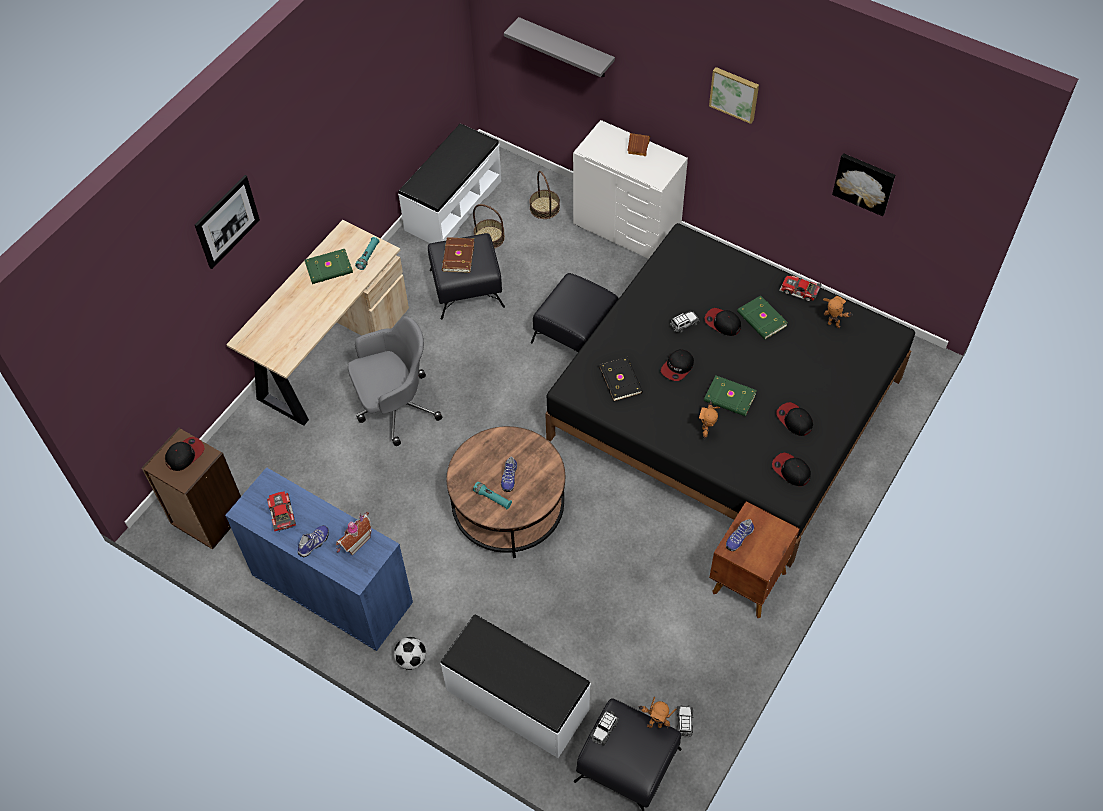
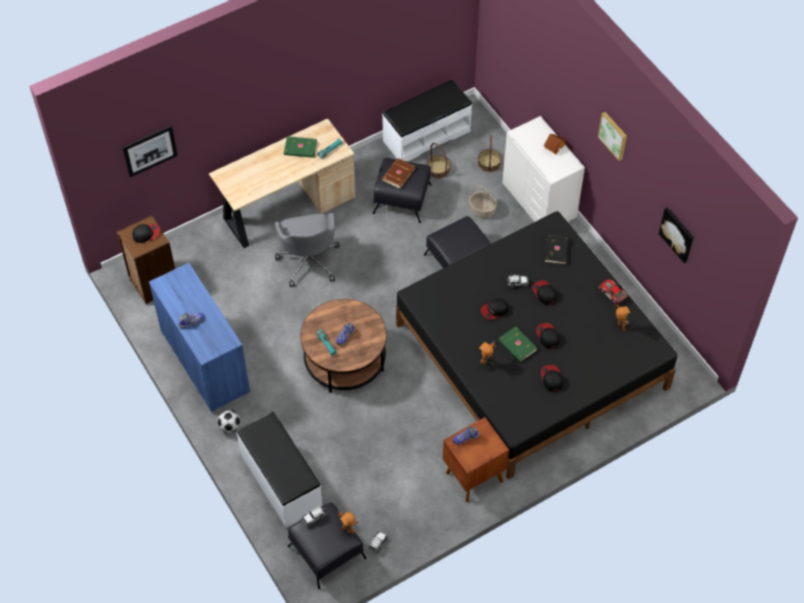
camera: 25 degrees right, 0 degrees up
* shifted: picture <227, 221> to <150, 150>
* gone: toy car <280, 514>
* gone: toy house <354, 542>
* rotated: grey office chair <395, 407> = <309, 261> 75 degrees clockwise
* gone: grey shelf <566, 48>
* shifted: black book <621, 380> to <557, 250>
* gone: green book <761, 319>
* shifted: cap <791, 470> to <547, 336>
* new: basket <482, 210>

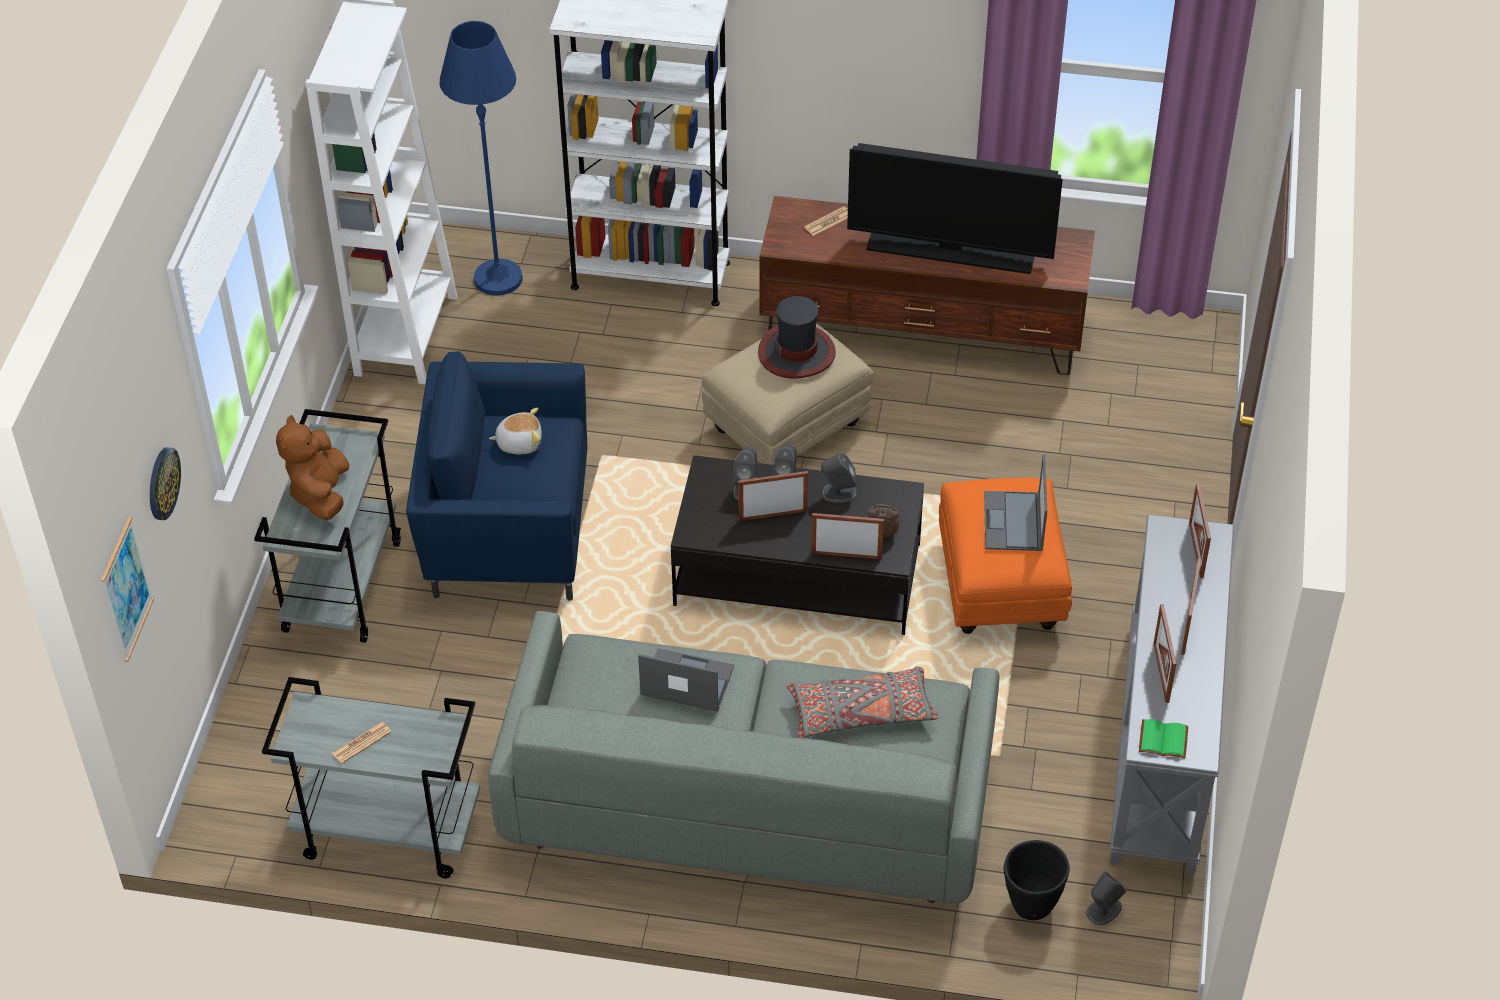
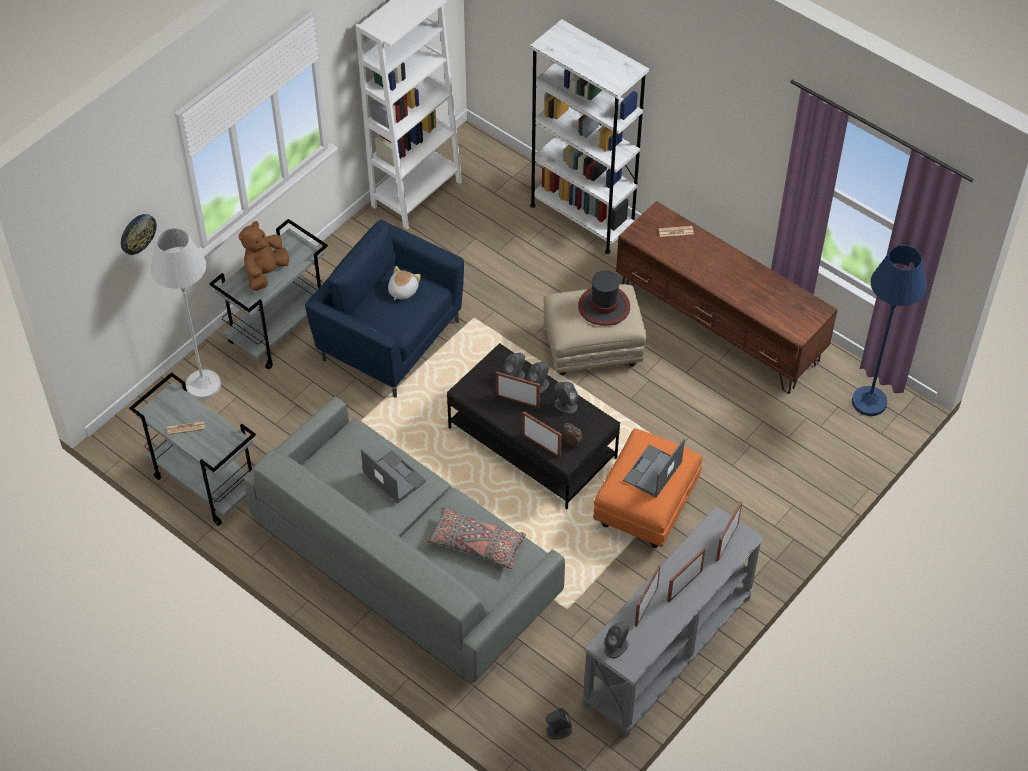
camera: 30 degrees right, 5 degrees up
* gone: picture <126, 589>
* shifted: blue floor lamp <498, 278> to <869, 402>
* rotated: plush toy <519, 442> = <402, 290> 90 degrees counterclockwise
* gone: television <951, 252>
* gone: black planter <1031, 905>
* swapped: green book <1164, 739> to grey speaker <616, 647>
* new: white floor lamp <203, 385>

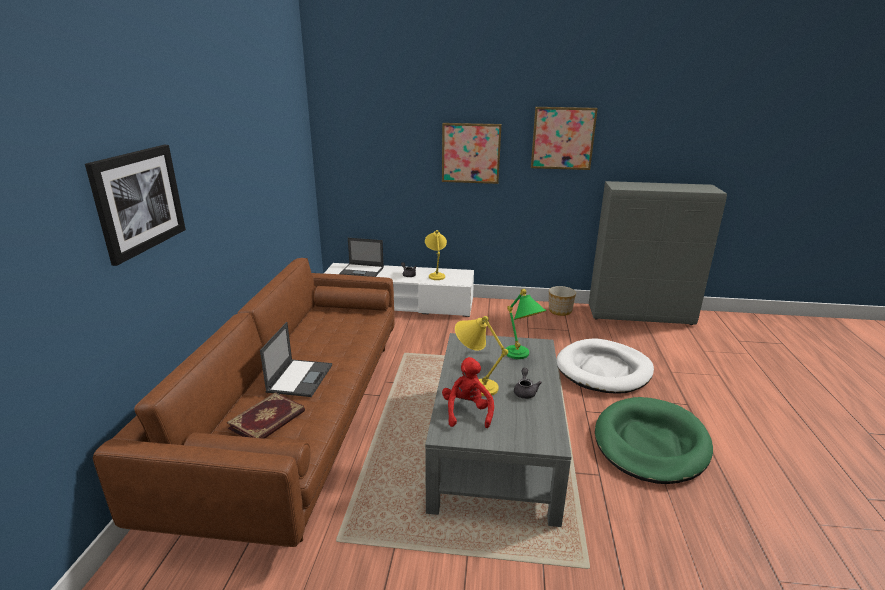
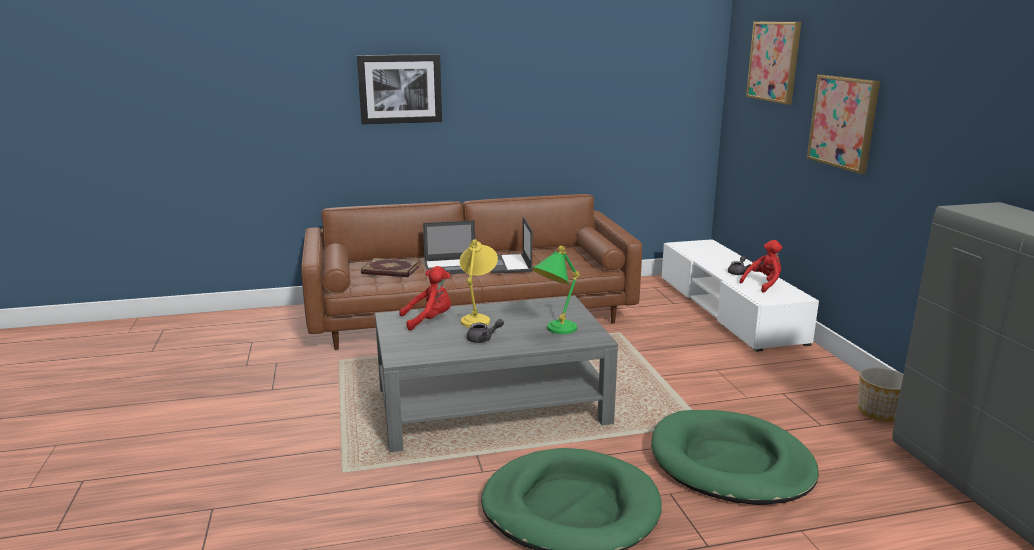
camera: 70 degrees right, 5 degrees down
* shifted: laptop <362, 271> to <508, 264>
* swapped: yellow table lamp <436, 274> to red plush toy <763, 284>
* shifted: picture <562, 138> to <774, 61>
* repainted: white dog bed <604, 370> to green dog bed <730, 463>

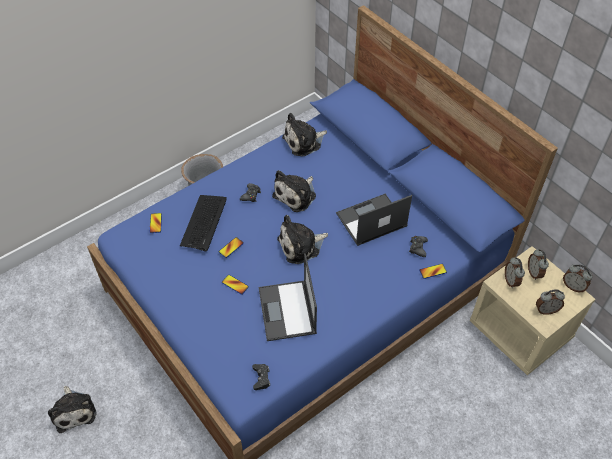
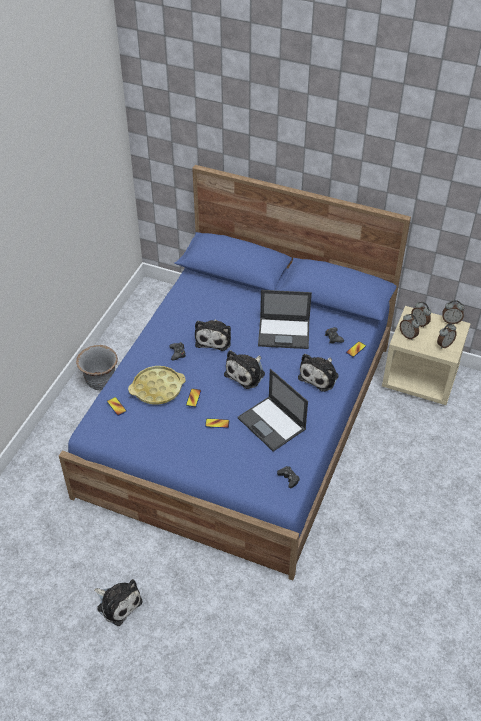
camera: 30 degrees left, 5 degrees down
* swapped: keyboard <204, 222> to yellow tray <157, 388>
* shifted: plush toy <304, 142> to <320, 376>
* rotated: laptop <370, 220> = <284, 333> 120 degrees counterclockwise

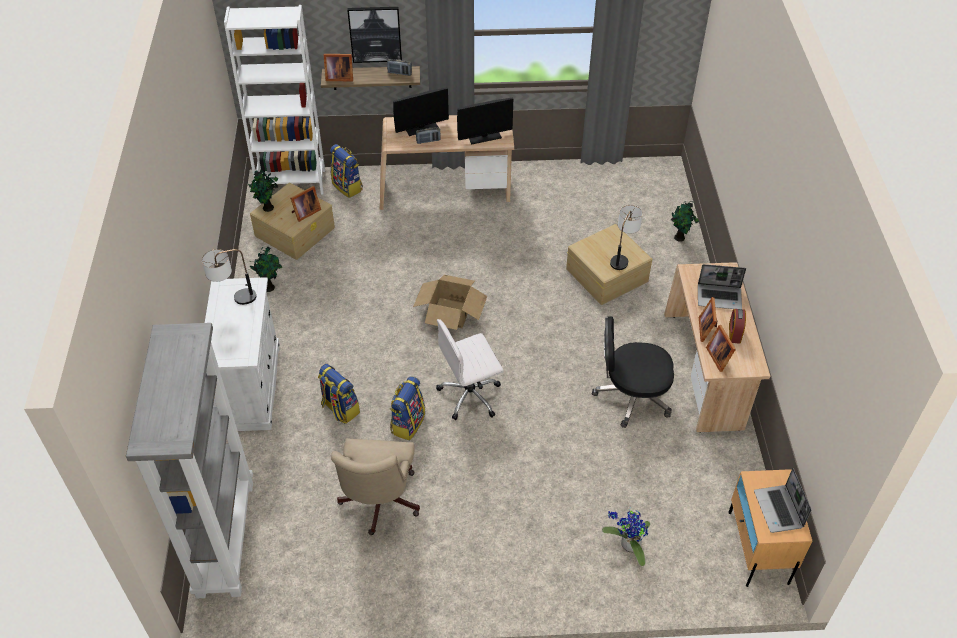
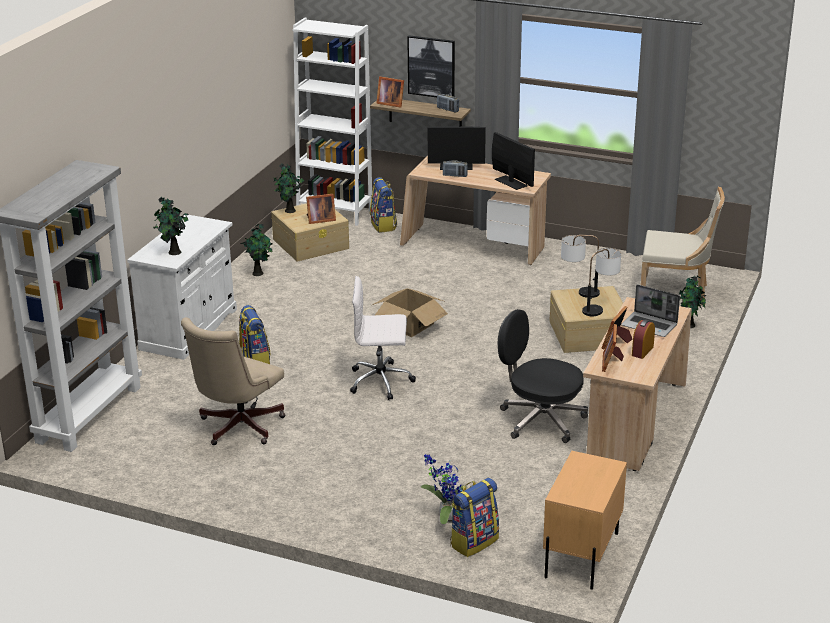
camera: 25 degrees right, 20 degrees down
* shifted: table lamp <234, 299> to <578, 292>
* shifted: backpack <407, 423> to <473, 541>
* rotated: monitor <484, 137> = <511, 182> 135 degrees counterclockwise
* gone: laptop <779, 510>
* new: potted plant <174, 252>
* new: beige chair <676, 293>

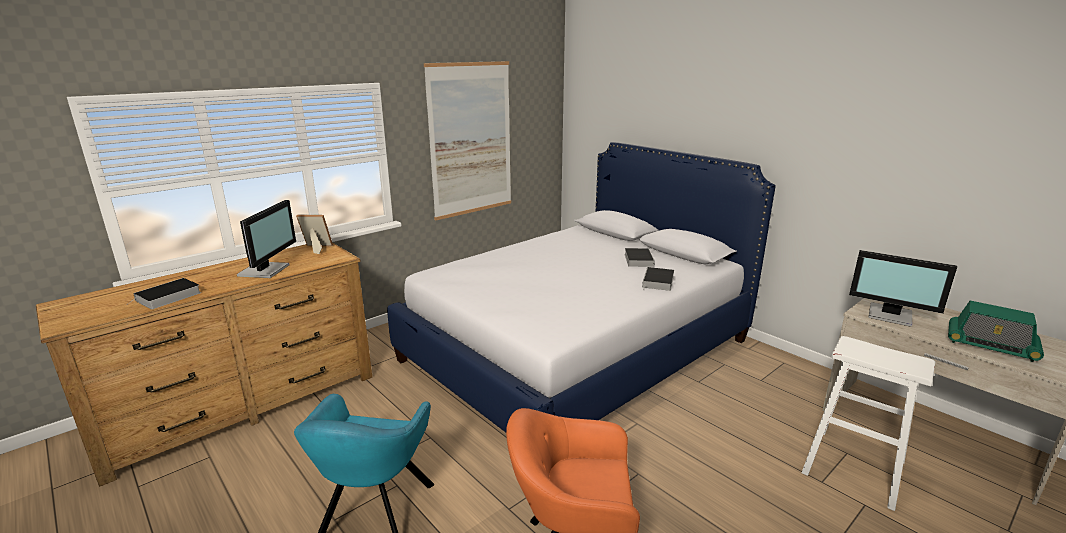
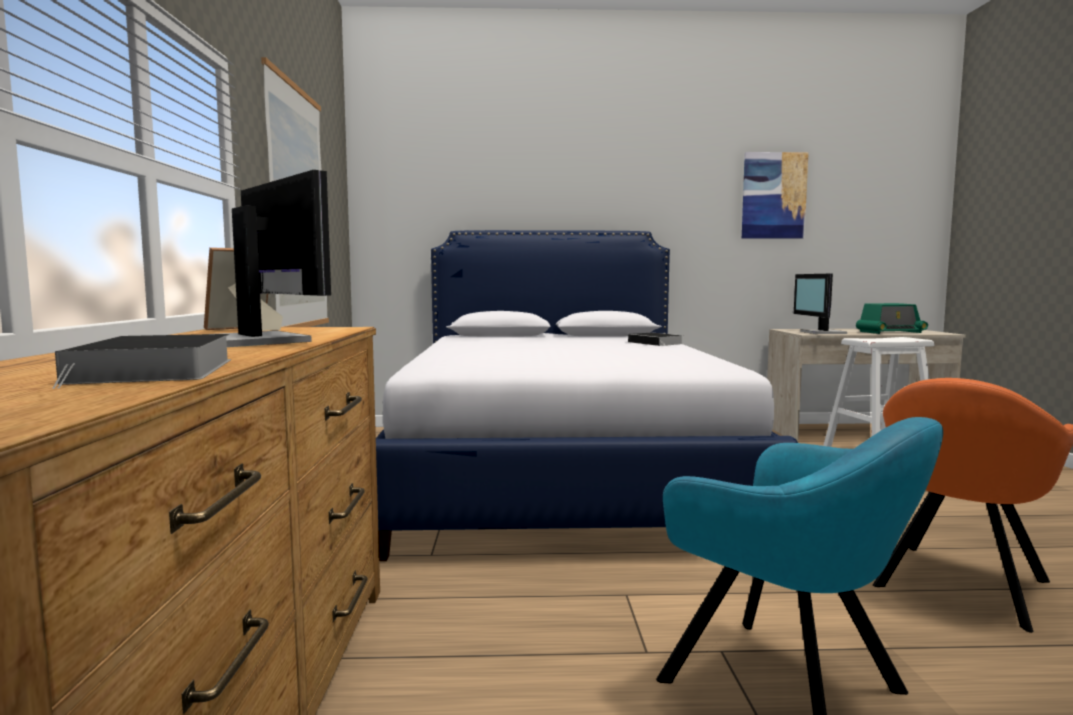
camera: 50 degrees left, 15 degrees down
* gone: book <638, 259>
* rotated: monitor <890, 316> = <821, 332> 105 degrees clockwise
* new: picture <774, 195>

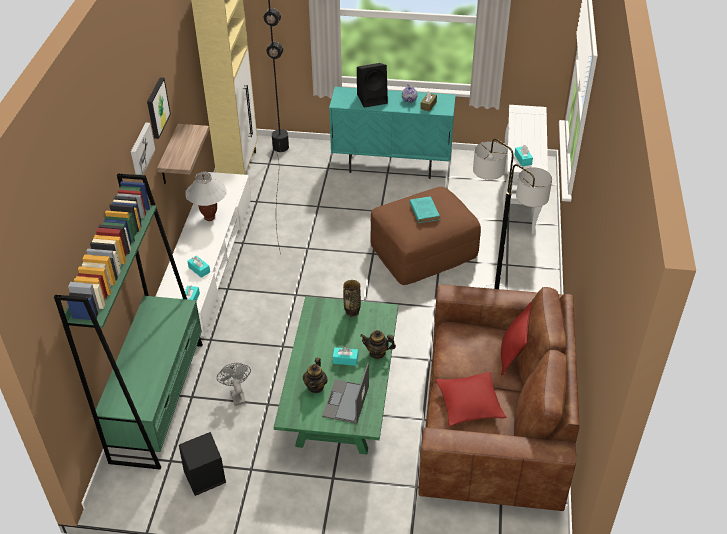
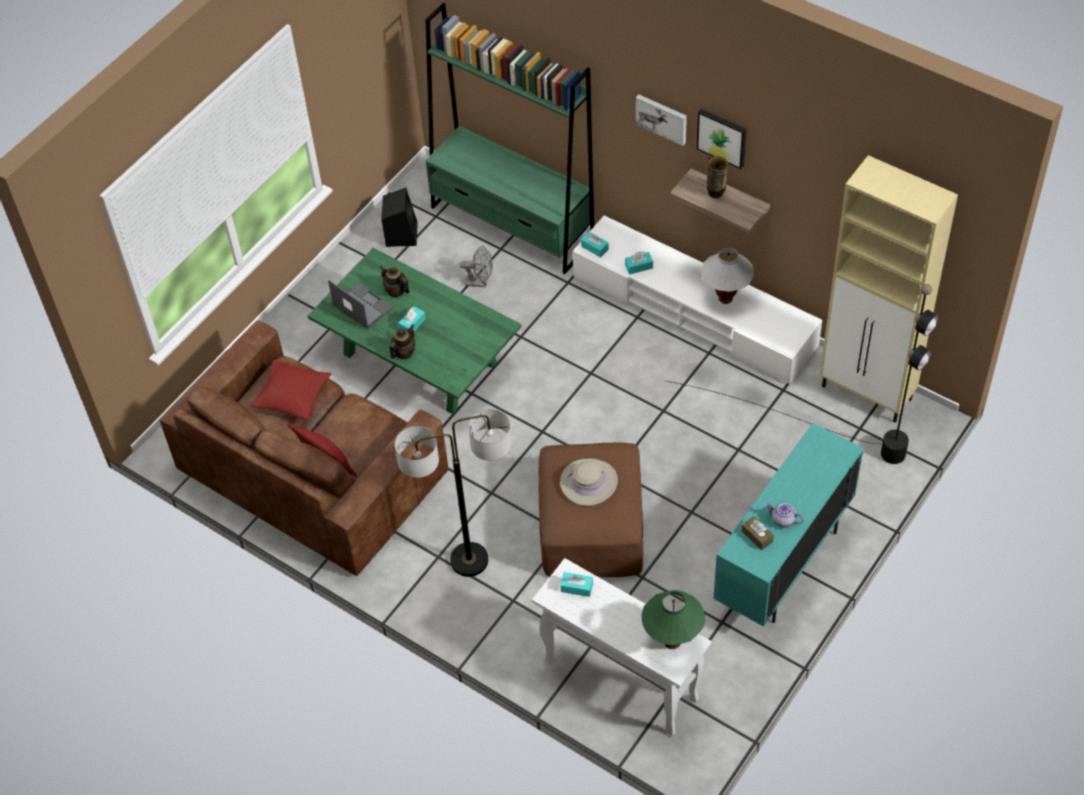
camera: 120 degrees right, 10 degrees up
* shifted: vase <352, 312> to <715, 193>
* gone: black speaker <373, 98>
* swapped: turquoise book <424, 211> to beige hat <589, 482>
* new: green table lamp <672, 642>

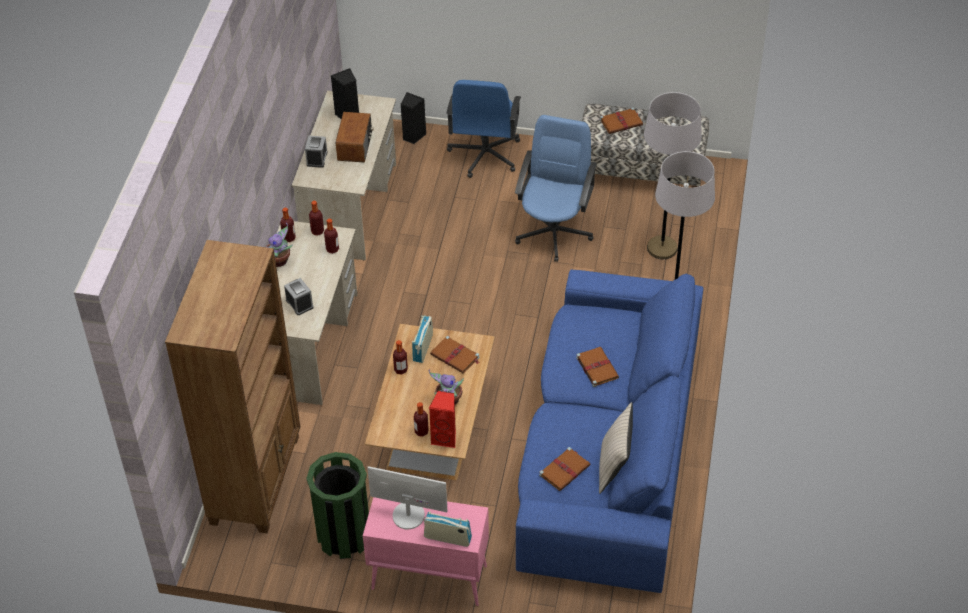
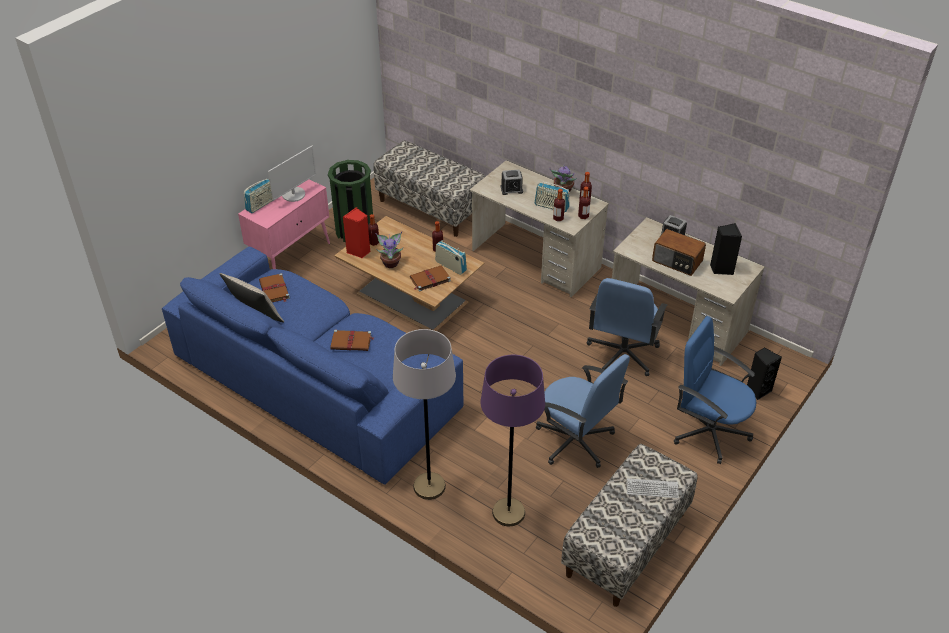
camera: 115 degrees right, 5 degrees down
* swapped: brown bookcase <256, 479> to bench <430, 208>
* swapped: brown book <621, 122> to keyboard <652, 489>
* repainted: grey floor lamp <662, 248> to purple floor lamp <508, 513>
* new: radio <551, 206>
* new: blue office chair <622, 354>

